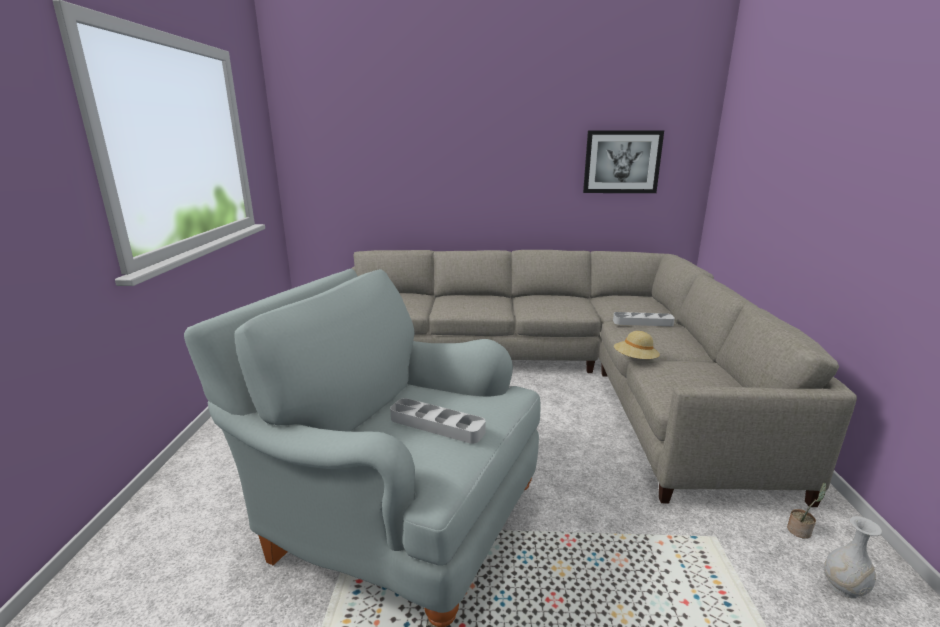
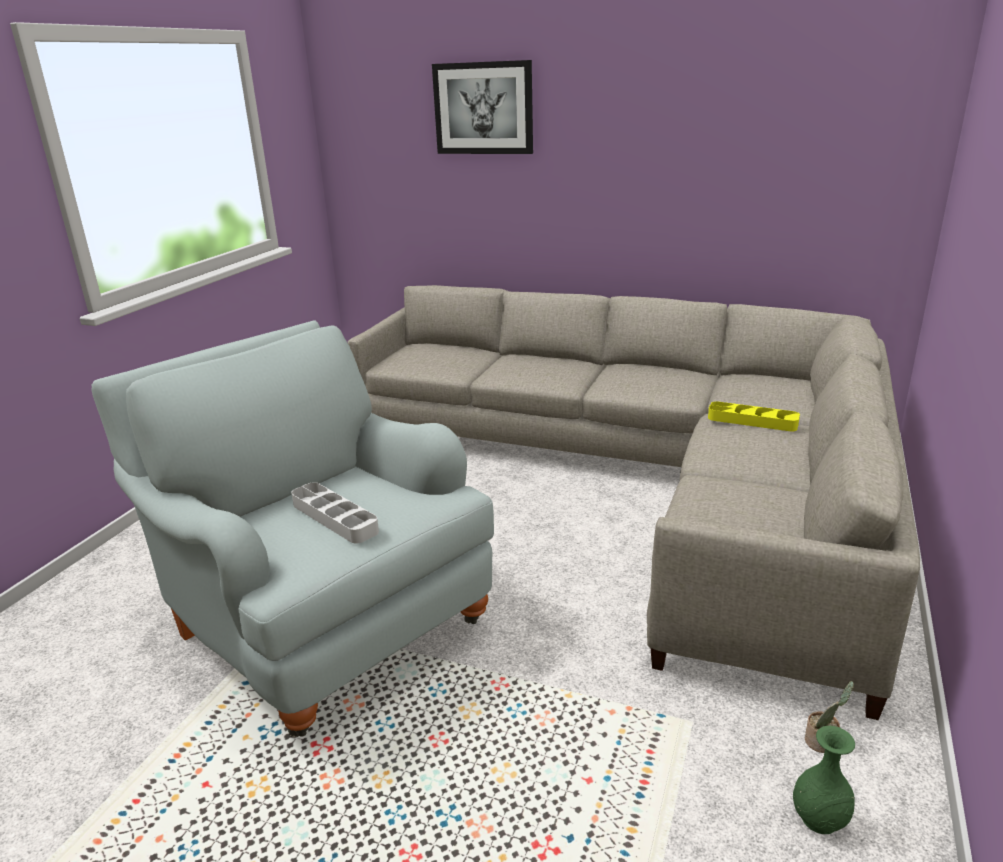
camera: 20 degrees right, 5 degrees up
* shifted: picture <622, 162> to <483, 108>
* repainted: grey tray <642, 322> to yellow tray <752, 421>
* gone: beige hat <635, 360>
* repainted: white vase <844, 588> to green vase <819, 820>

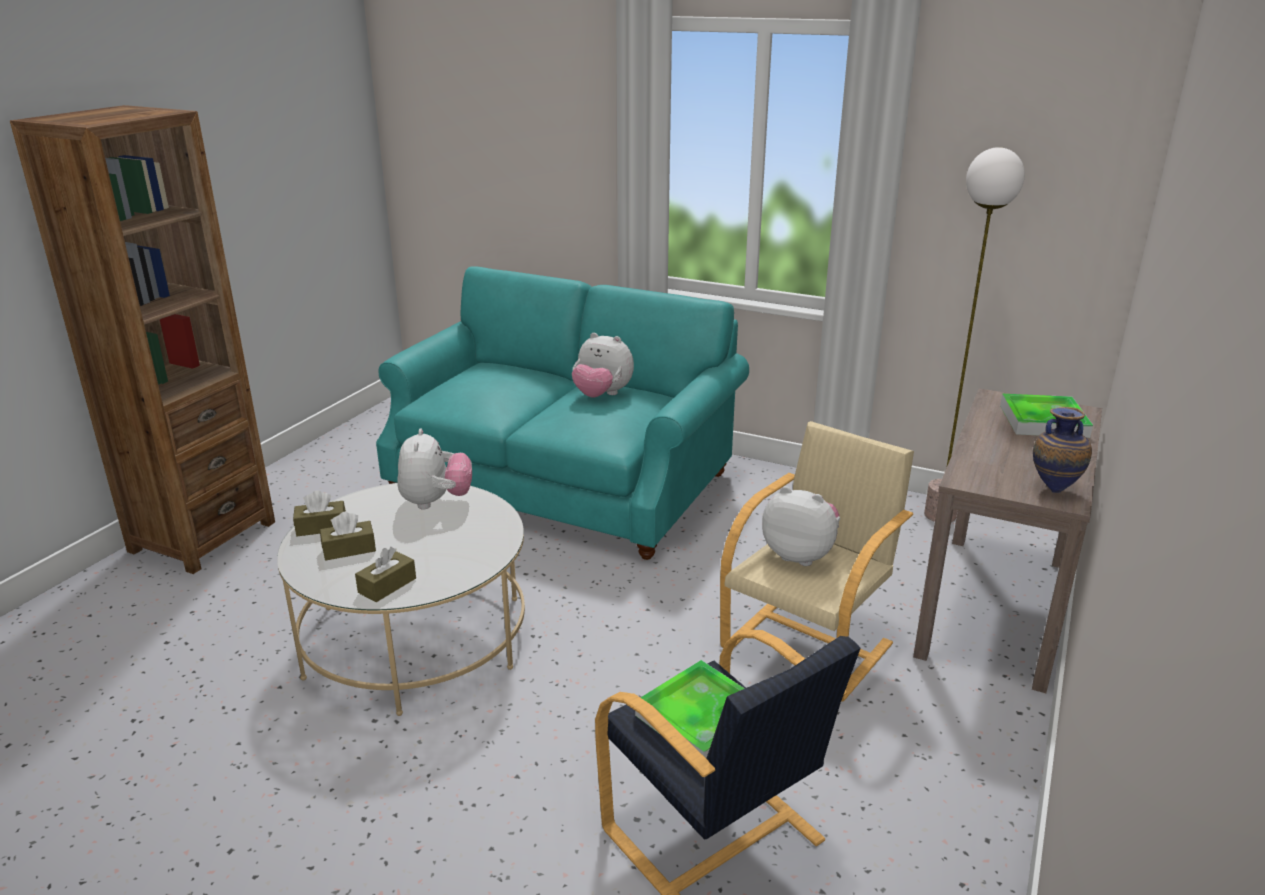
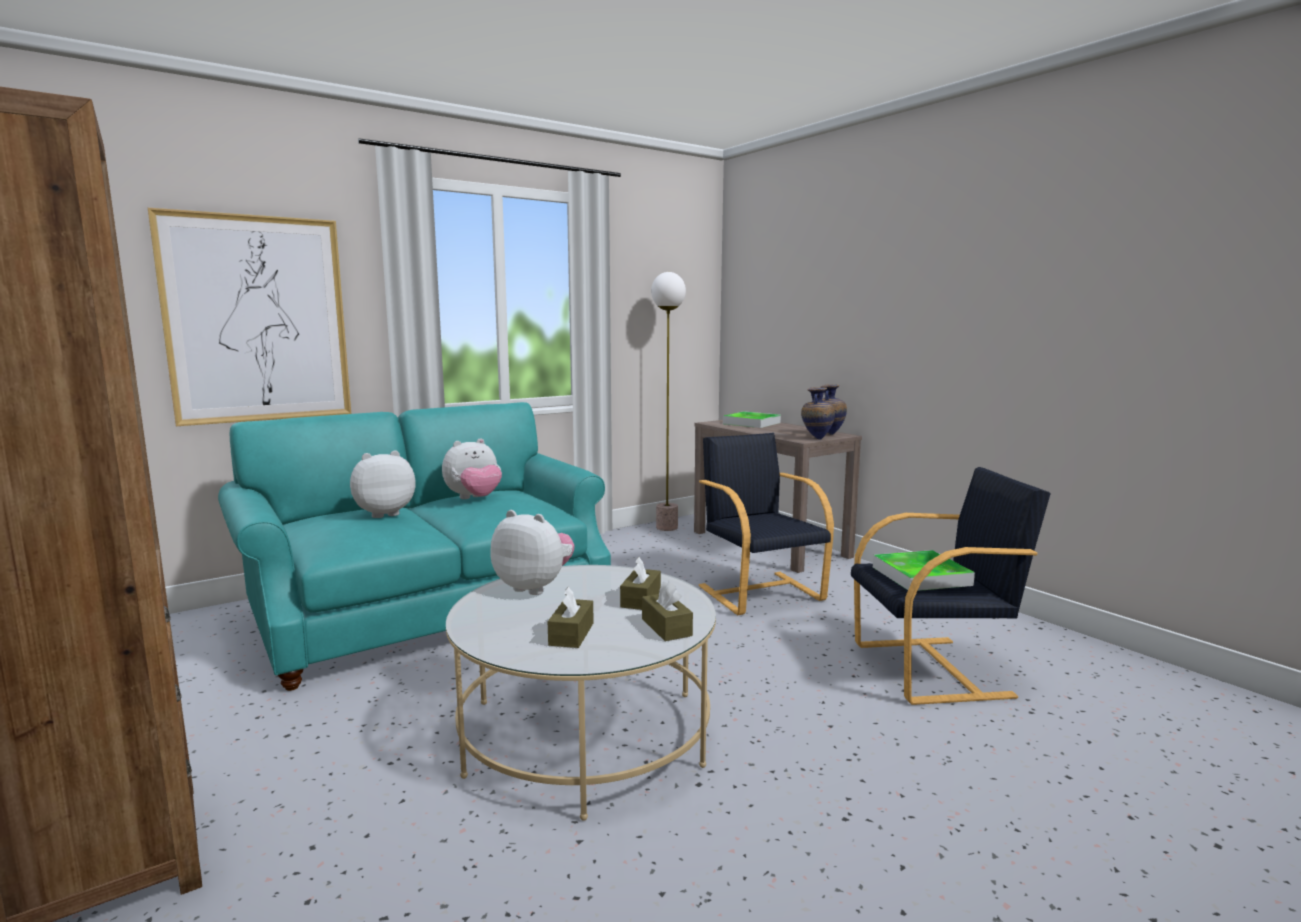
camera: 60 degrees left, 15 degrees down
* shifted: brown tissue box <321, 527> to <641, 599>
* repainted: beige armchair <809, 645> to black armchair <760, 592>
* shifted: plush toy <800, 555> to <383, 513>
* new: picture <257, 320>
* new: vase <816, 439>

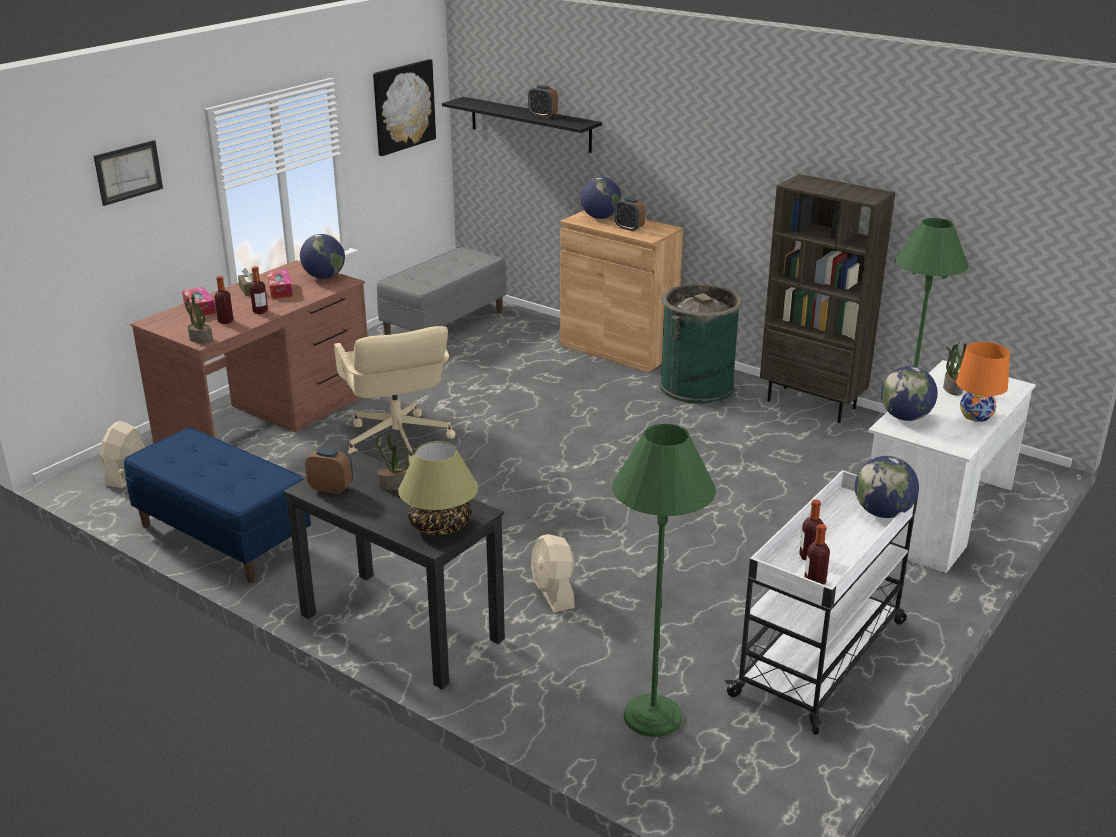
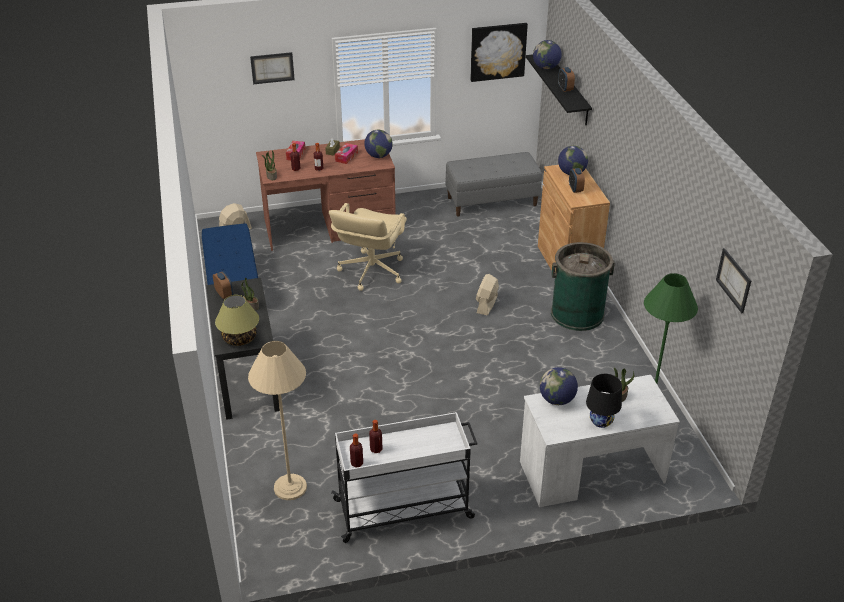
camera: 40 degrees right, 10 degrees up
* shifted: beige fan <553, 593> to <486, 304>
* repainted: green floor lamp <652, 716> to beige floor lamp <290, 487>
* gone: brown bookcase <812, 404>
* shifted: globe <882, 513> to <546, 68>
* repainted: orange table lamp <976, 415> to black table lamp <601, 421>
* new: picture <733, 280>

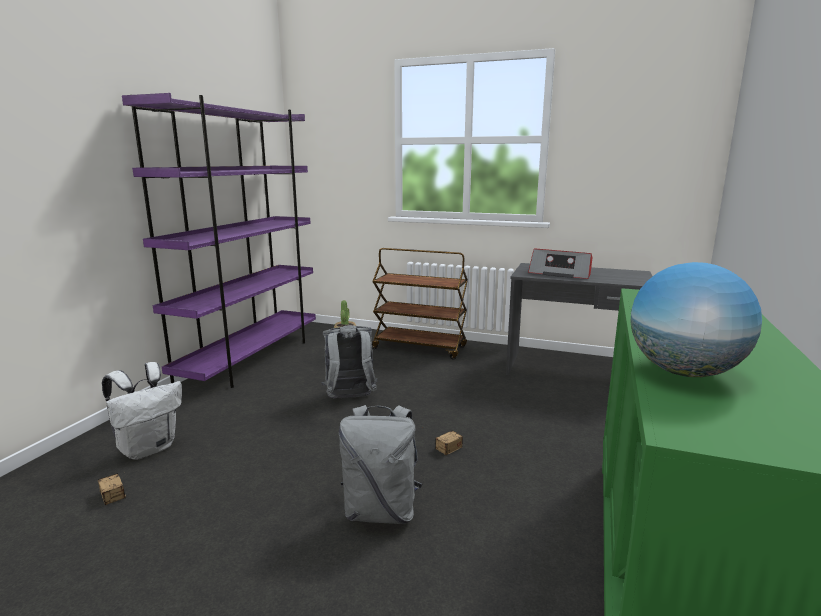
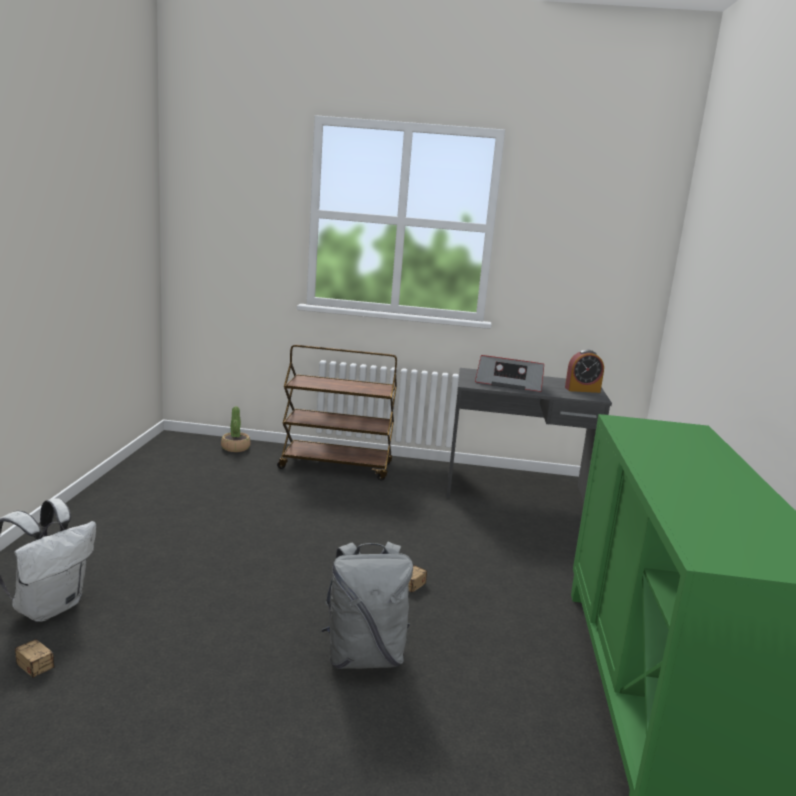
camera: 15 degrees left, 0 degrees up
* gone: purple bookcase <251, 359>
* gone: grey backpack <350, 399>
* gone: globe <684, 372>
* new: alarm clock <582, 390>

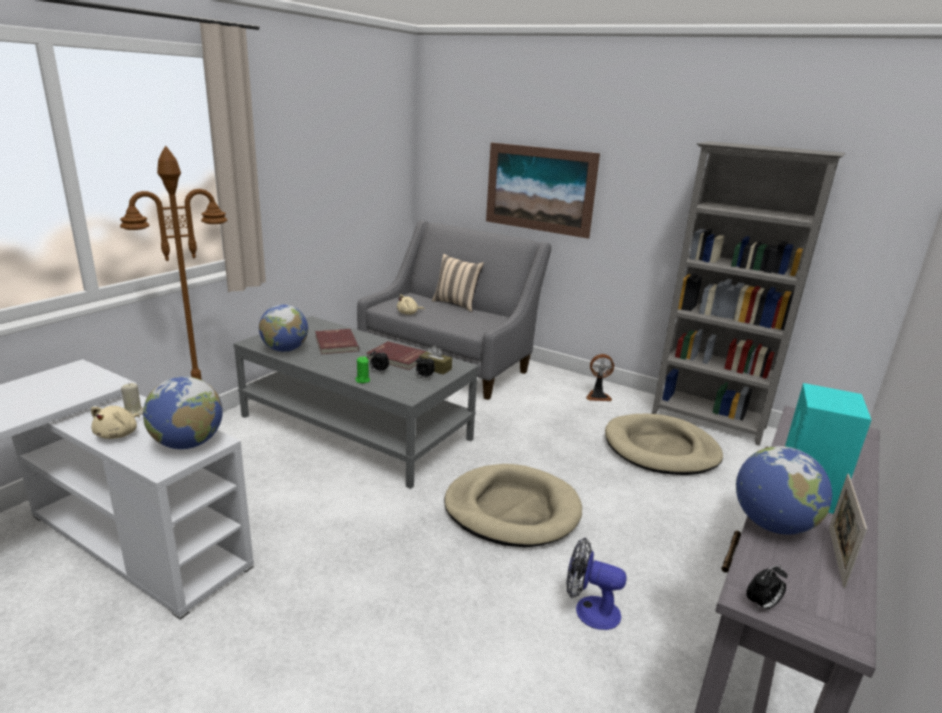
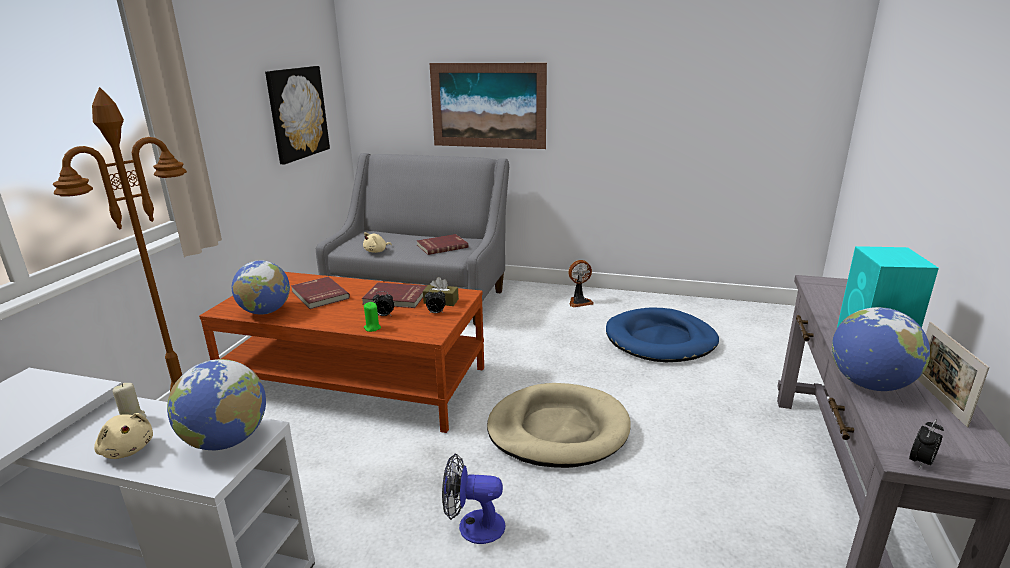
camera: 15 degrees left, 0 degrees up
* rotated: beige plush toy <118, 434> = <128, 449> 45 degrees counterclockwise
* repainted: grey coffee table <356, 428> to brown coffee table <357, 382>
* gone: beige pillow <456, 304>
* shifted: fan <589, 610> to <473, 526>
* repainted: beige dog bed <661, 449> to blue dog bed <660, 340>
* gone: grey bookcase <709, 421>
* new: picture <297, 113>
* new: red book <442, 246>

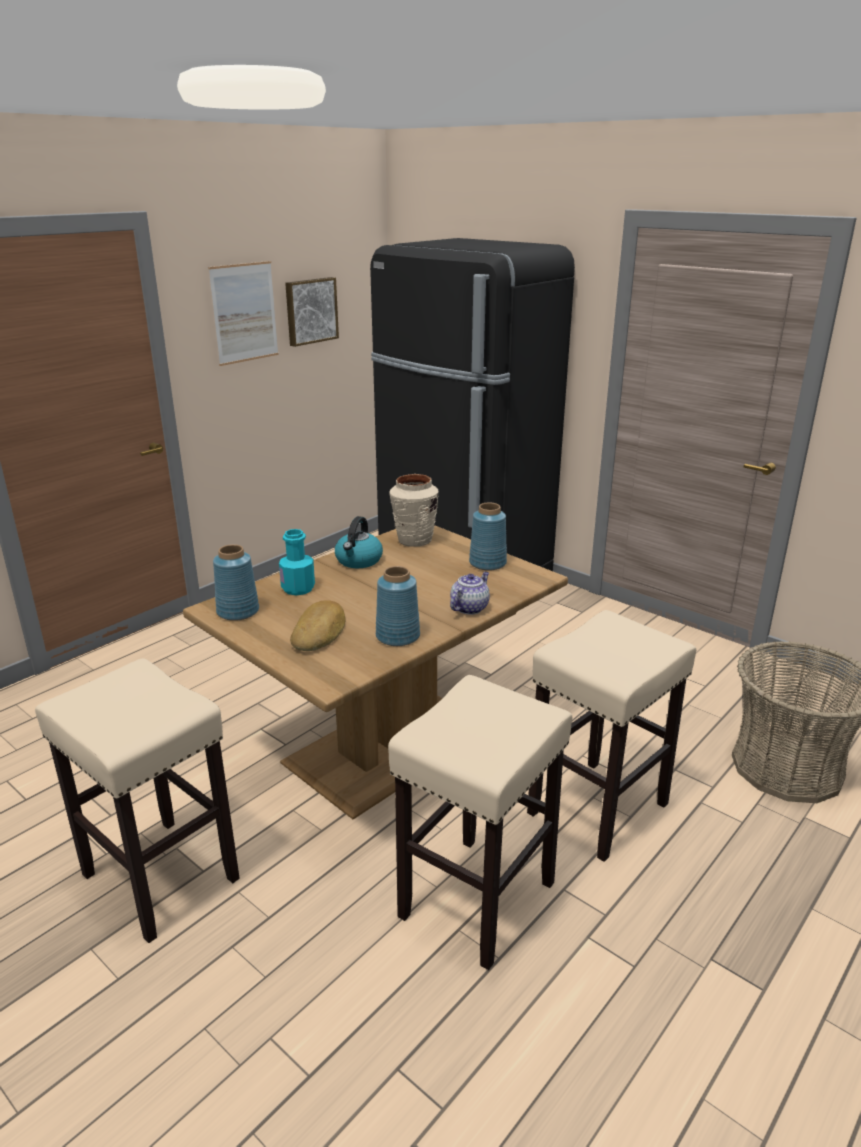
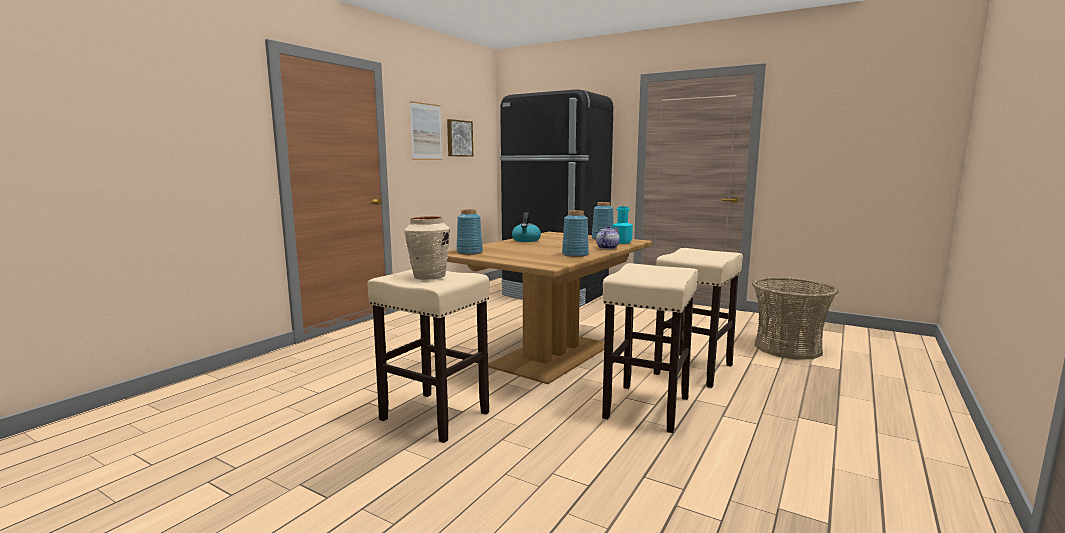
camera: 10 degrees left, 15 degrees down
* shifted: turquoise bottle <298, 588> to <622, 242>
* gone: bread <320, 632>
* shifted: beige vase <414, 540> to <429, 277>

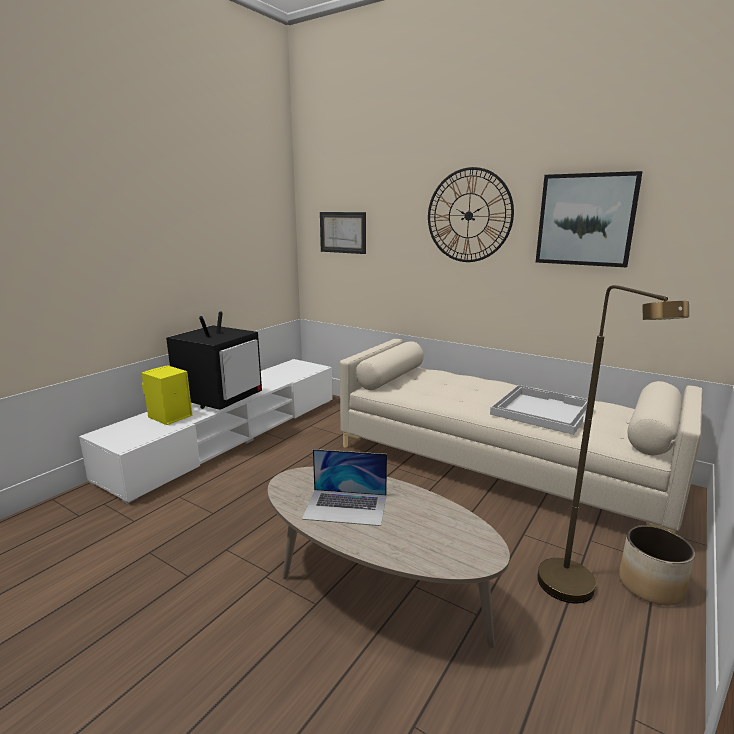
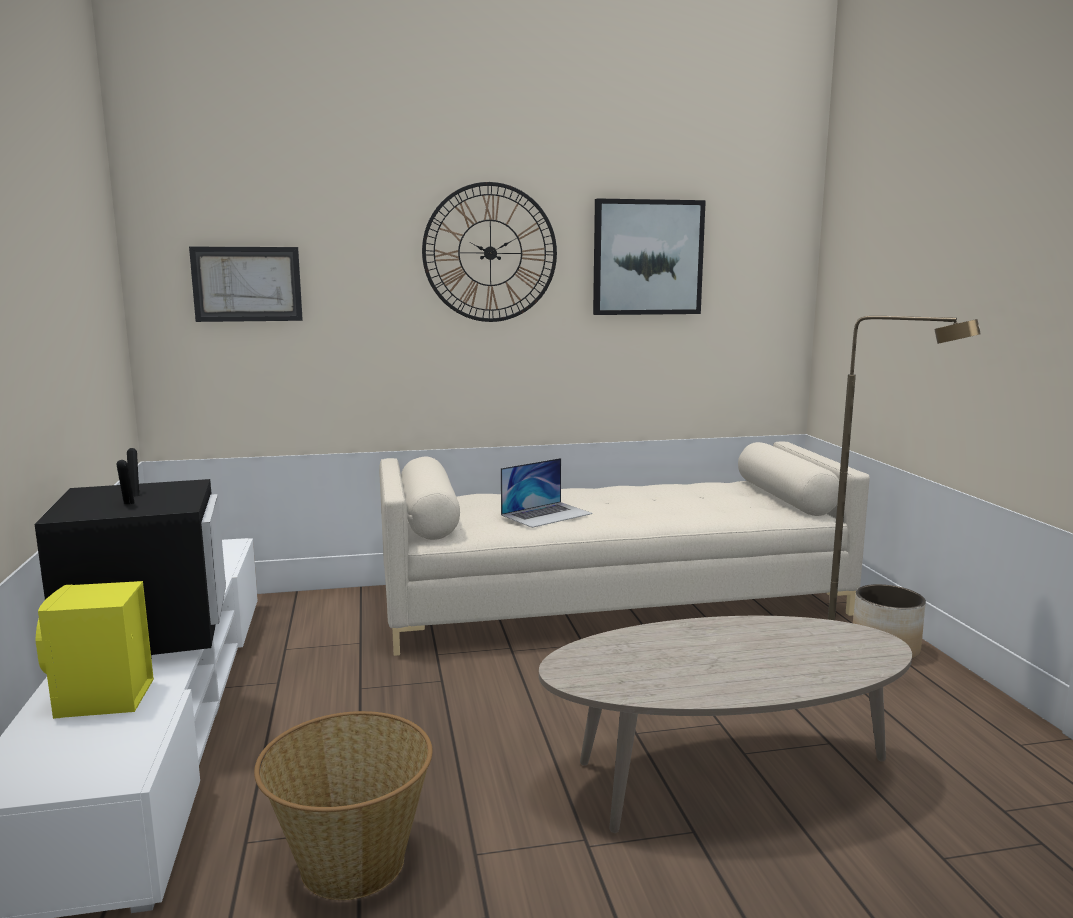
camera: 45 degrees left, 5 degrees down
* shifted: laptop <346, 507> to <547, 514>
* gone: white tray <541, 410>
* new: basket <351, 862>

